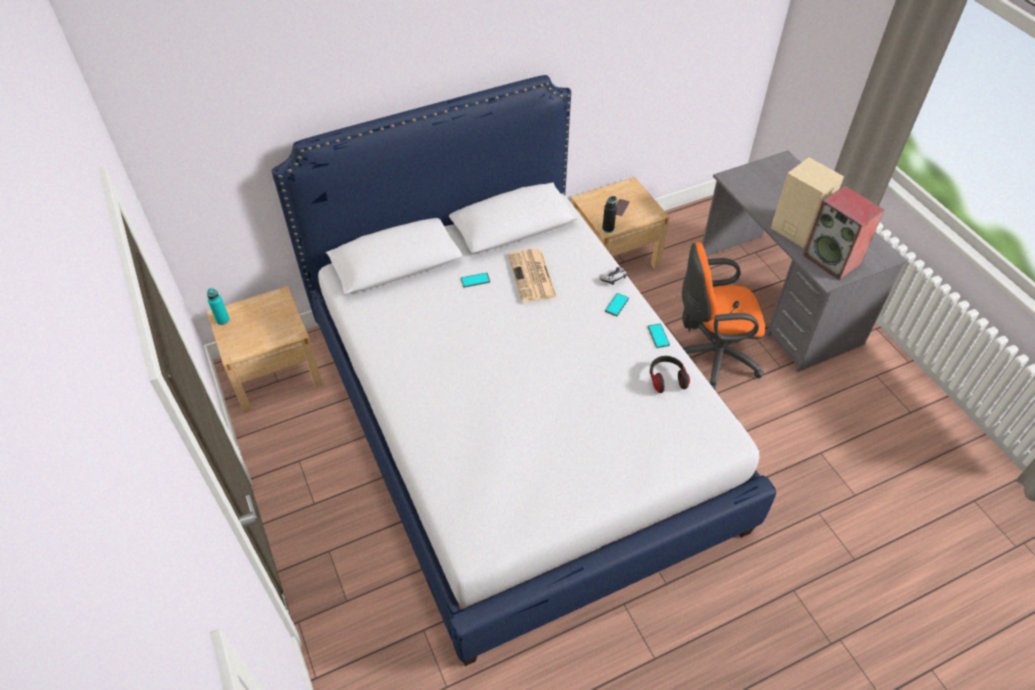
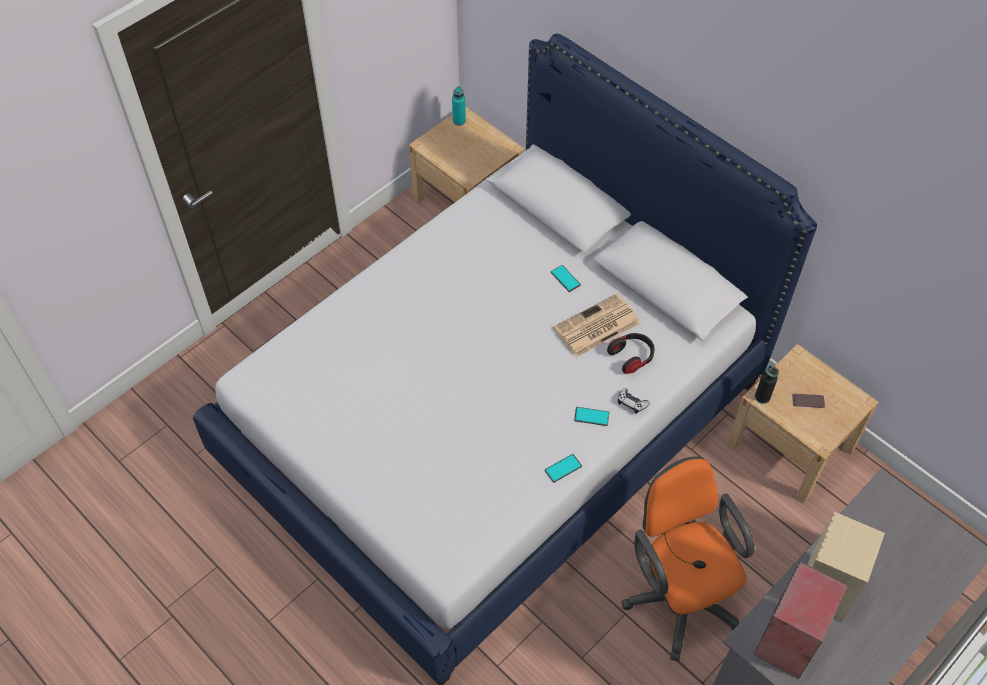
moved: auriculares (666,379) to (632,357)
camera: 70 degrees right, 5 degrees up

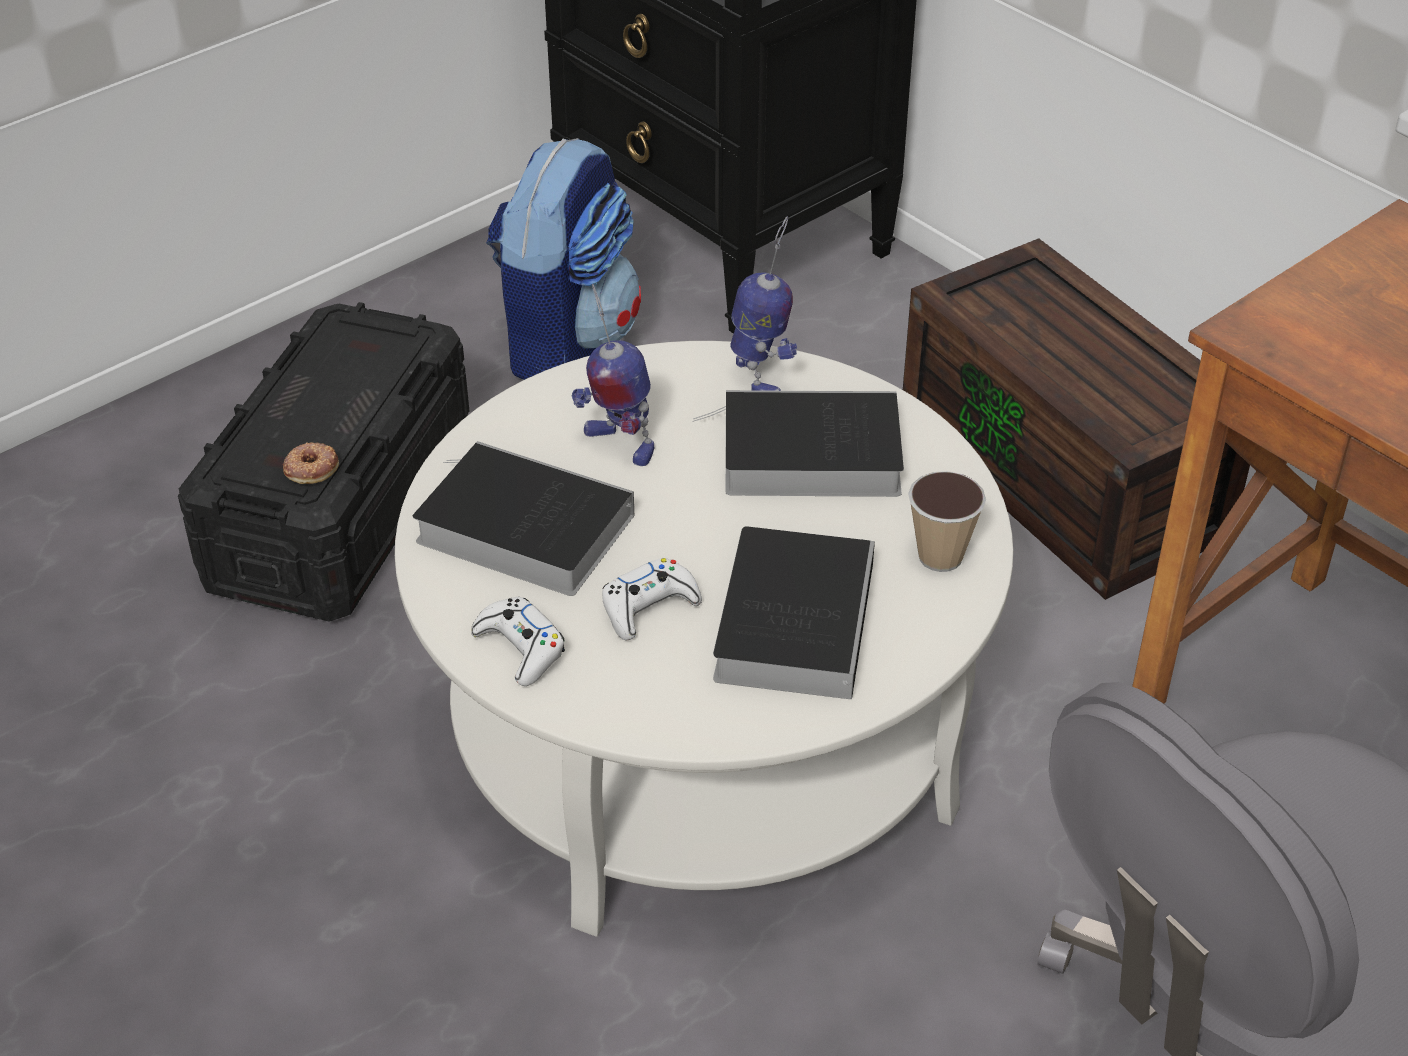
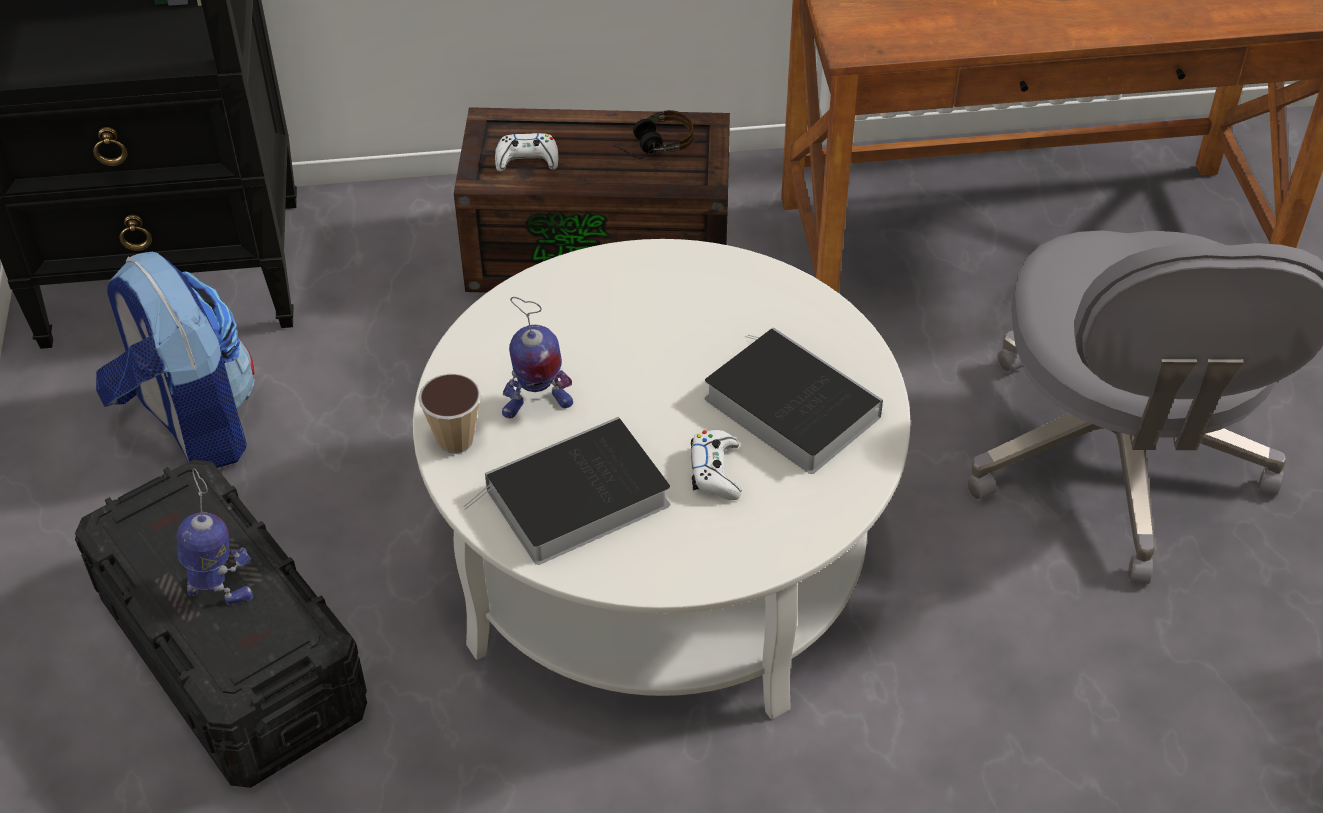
removed: rosquilla (311,467); libro (805,455)
added: auriculares (650,146)
moved: mando de consola (blanco) (520,648) to (527,159); robot de juguete (760,378) to (219,590); taza (940,556) to (455,440)
camera: 55 degrees left, 5 degrees up

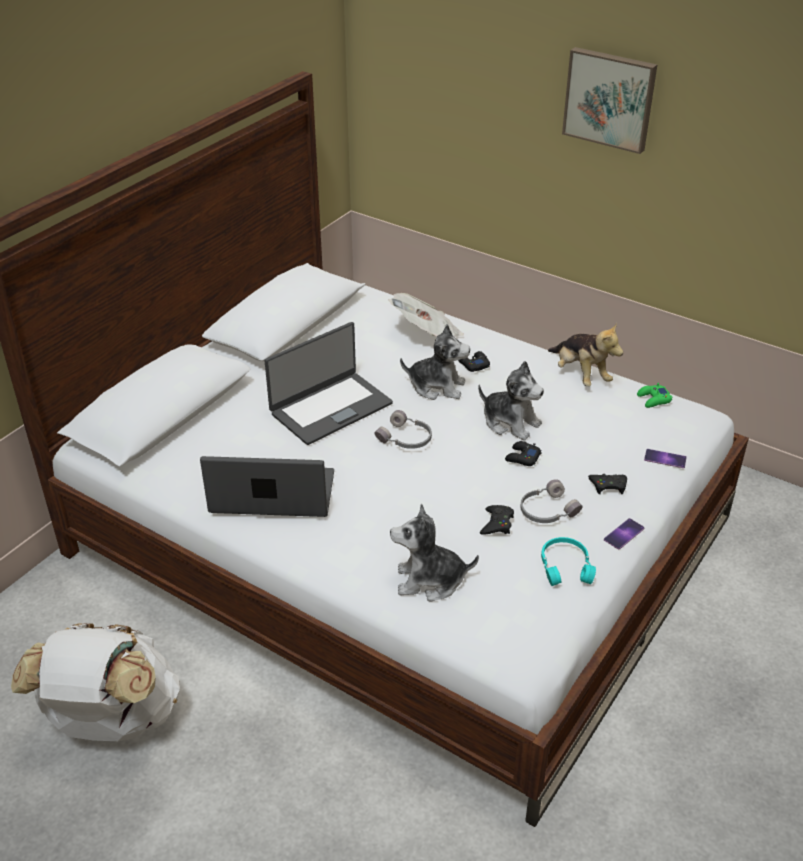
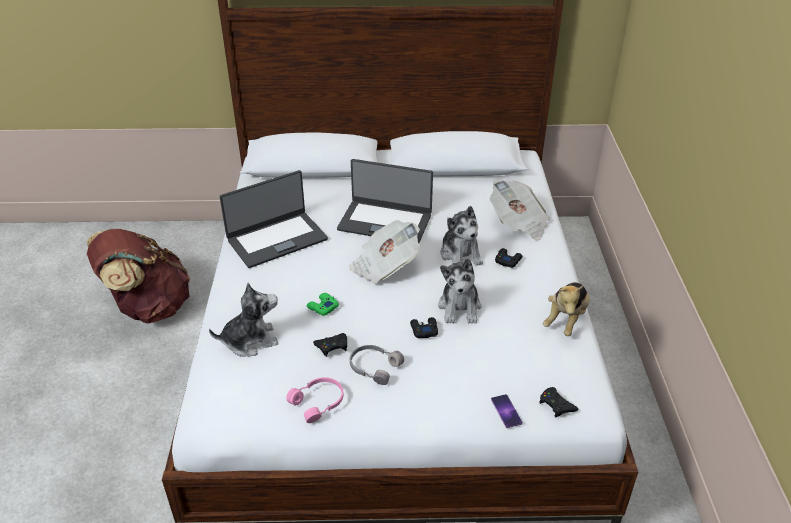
removed: cuadro (610,99); móvil (624,534)
moved: mando de consola (negro) (608,486) to (556,405); mando de consola (verde) (653,399) to (322,307)
replaced: auriculares (gris) (405,439) to periódico (384,266)
recoloured: mochila (blanco) (112,720) to mochila (marrón) (148,307); auriculares (turquesa) (566,567) to auriculares (rosa) (319,403)
turned: portátil (272,494) = (276,239) 90 degrees clockwise; peluche (430,581) = (250,341) 105 degrees clockwise
camera: 55 degrees right, 0 degrees up

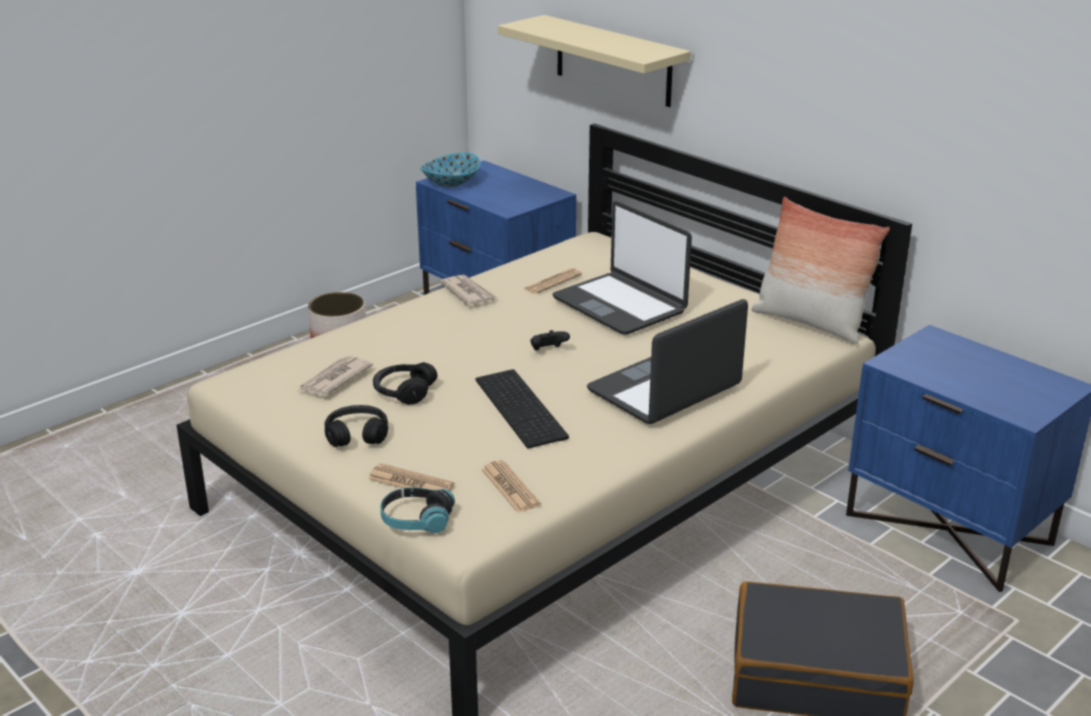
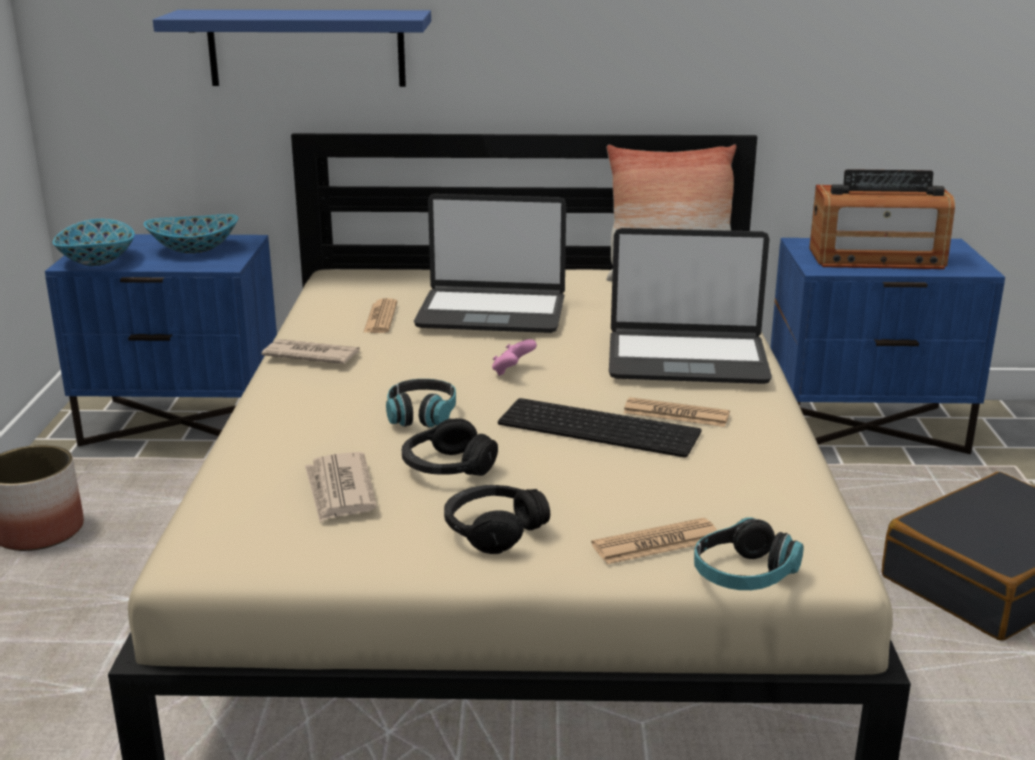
added: cuenco (194,249); auriculares (421,415); radio (876,259)
moved: periódico (510,487) to (676,414)
recoloured: estante (beis) (613,61) to estante (azul) (306,48); mando de consola (negro) (548,351) to mando de consola (rosa) (512,372)
turned: portátil (665,390) = (686,359) 90 degrees counterclockwise
camera: 45 degrees left, 5 degrees down

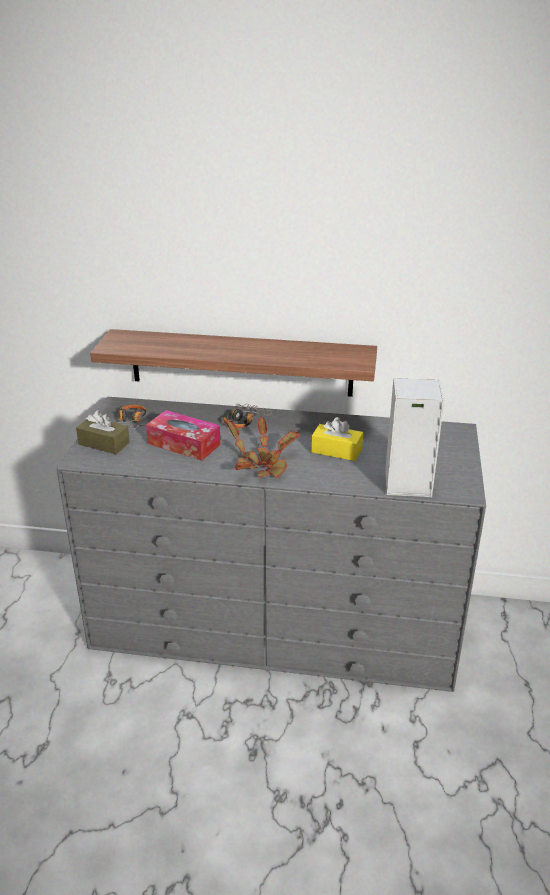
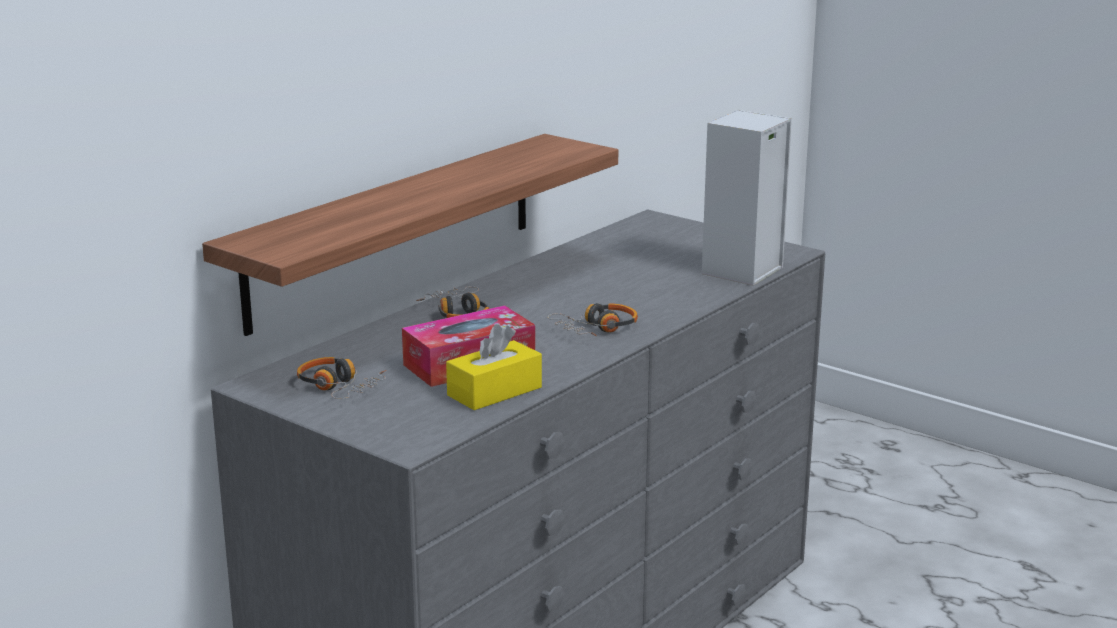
removed: caja de pañuelos (marrón) (104,443)
moved: caja de pañuelos (amarillo) (336,450) to (494,391)
replaced: planta en maceta (262,464) to auriculares (596,329)
camera: 60 degrees left, 10 degrees down

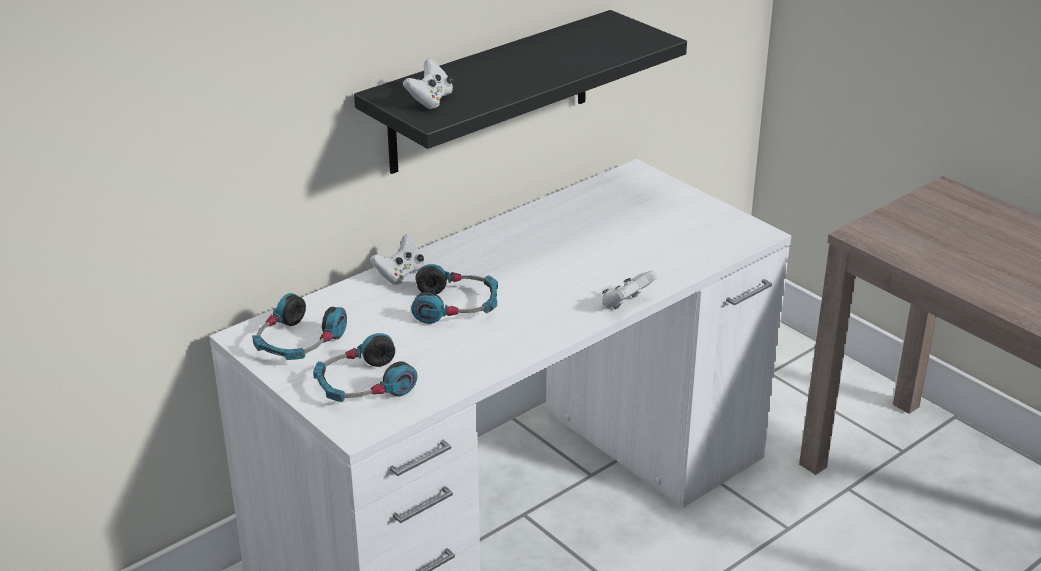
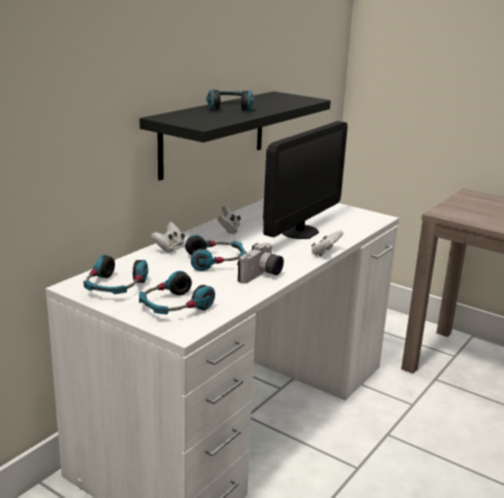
added: auriculares (229,107); cámara (262,276); monitor (299,232)
moved: mando de consola (blanco) (430,100) to (229,230)
camera: 15 degrees left, 10 degrees down

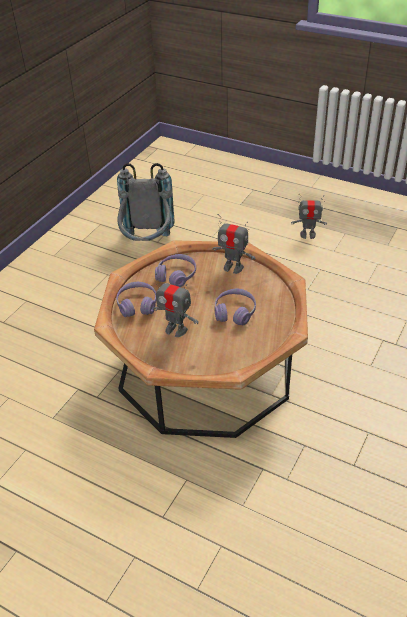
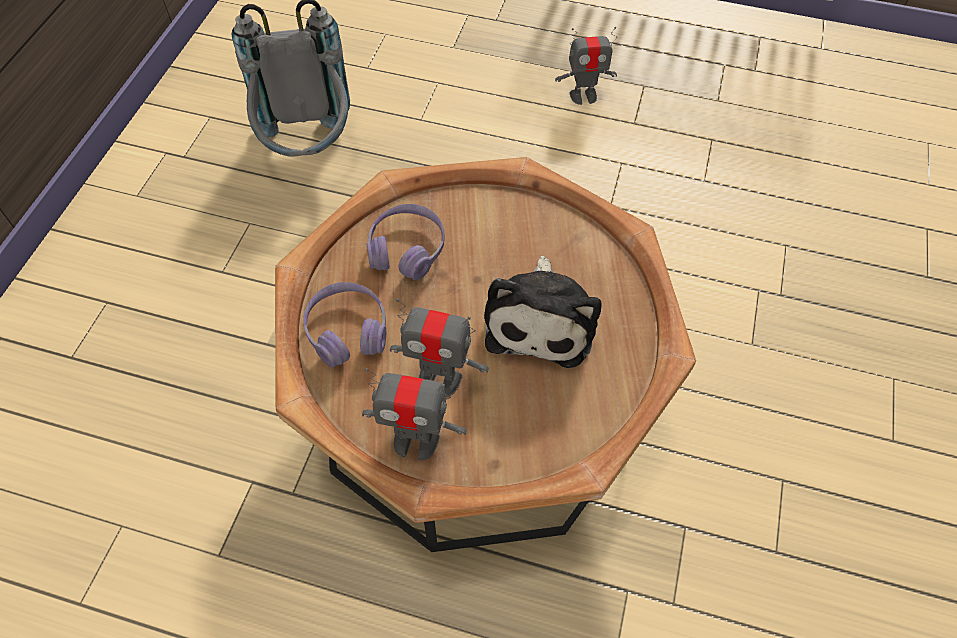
moved: robot de juguete (233,267) to (415,441)
replaced: auriculares (morado) (235,312) to peluche (541,319)
camera: 15 degrees left, 15 degrees up

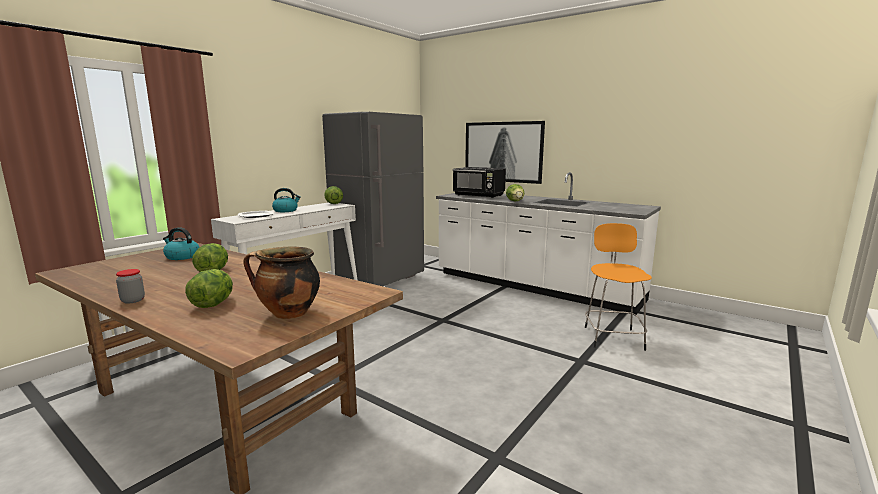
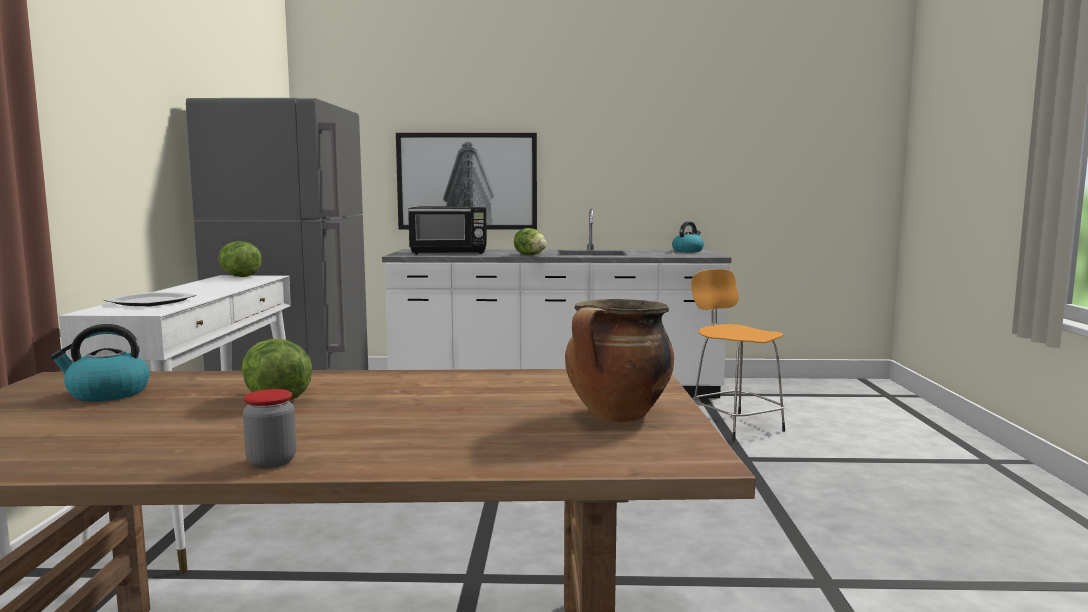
removed: lechuga (213,304)
moved: hervidor (286,210) to (687,251)
camera: 35 degrees left, 5 degrees down

